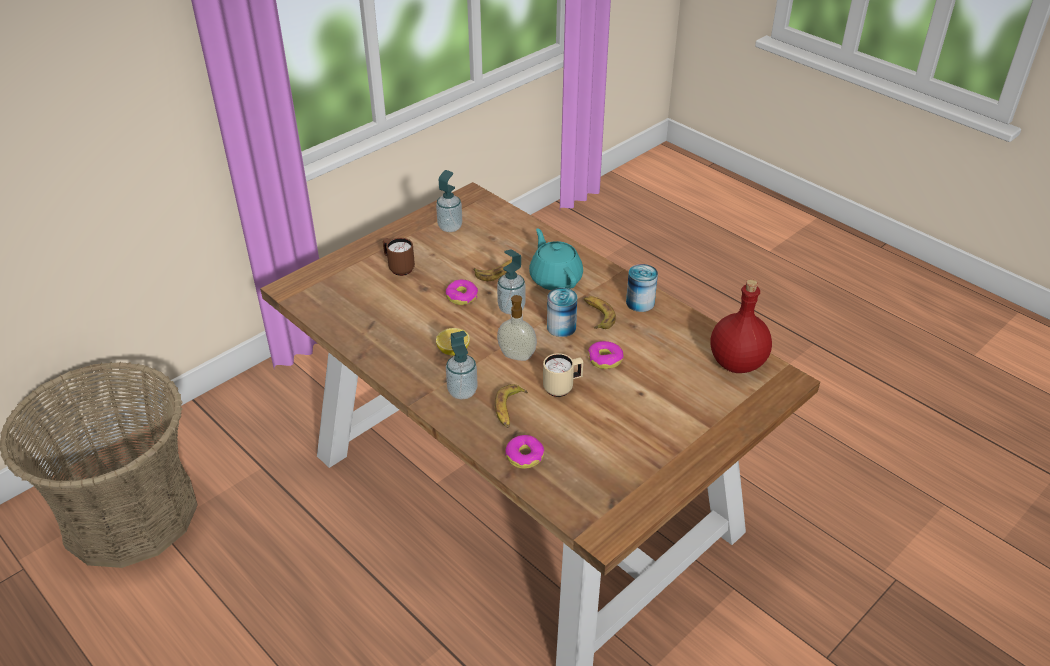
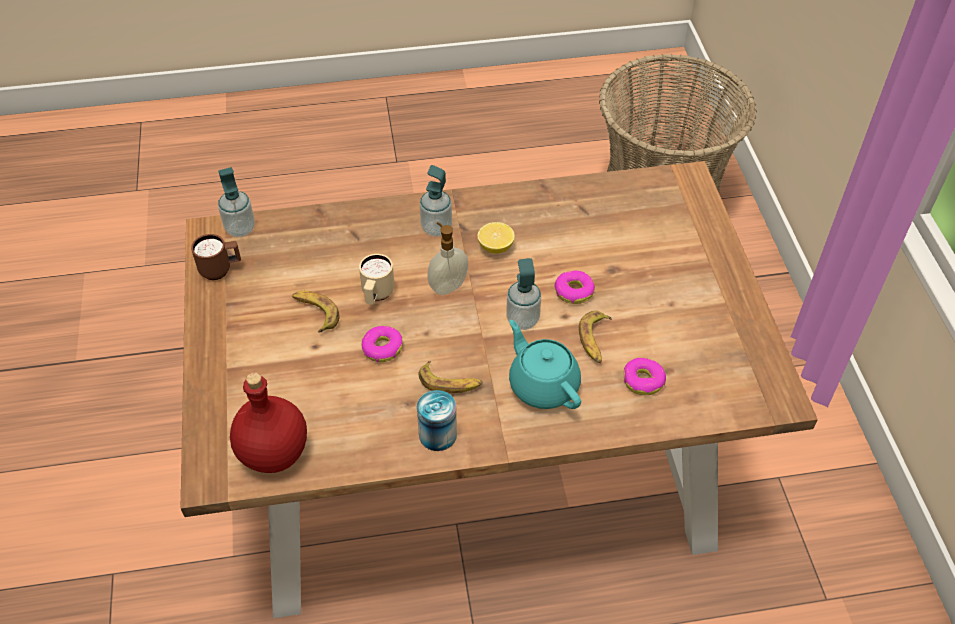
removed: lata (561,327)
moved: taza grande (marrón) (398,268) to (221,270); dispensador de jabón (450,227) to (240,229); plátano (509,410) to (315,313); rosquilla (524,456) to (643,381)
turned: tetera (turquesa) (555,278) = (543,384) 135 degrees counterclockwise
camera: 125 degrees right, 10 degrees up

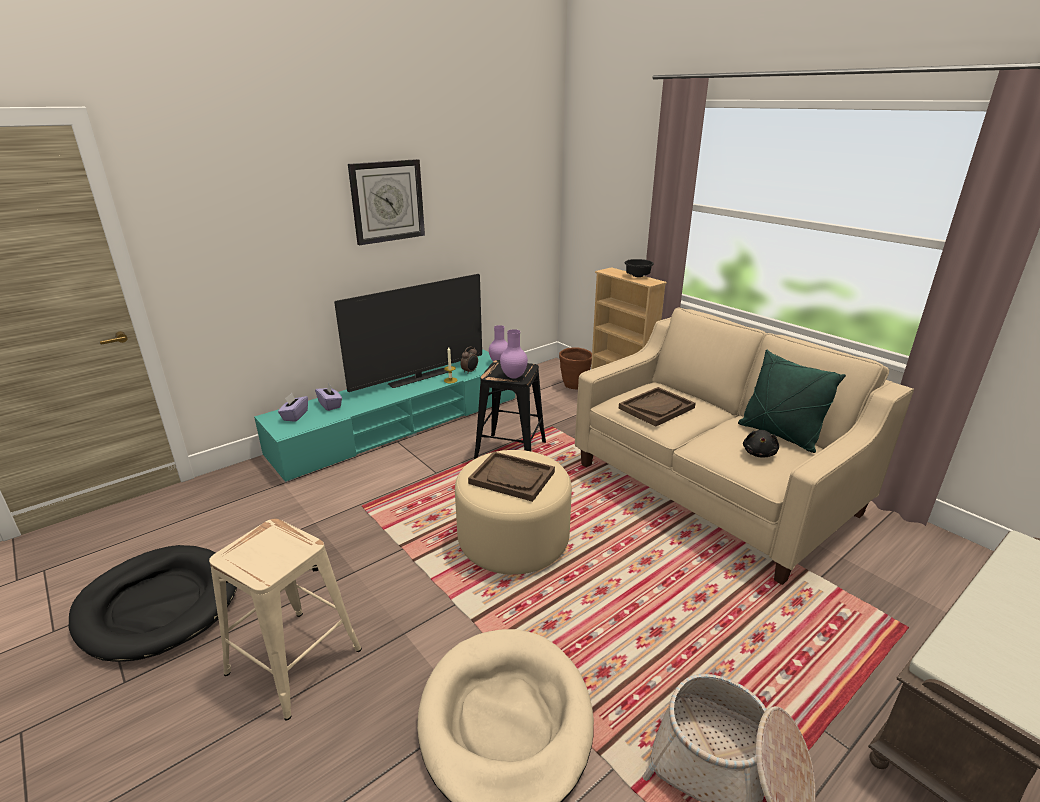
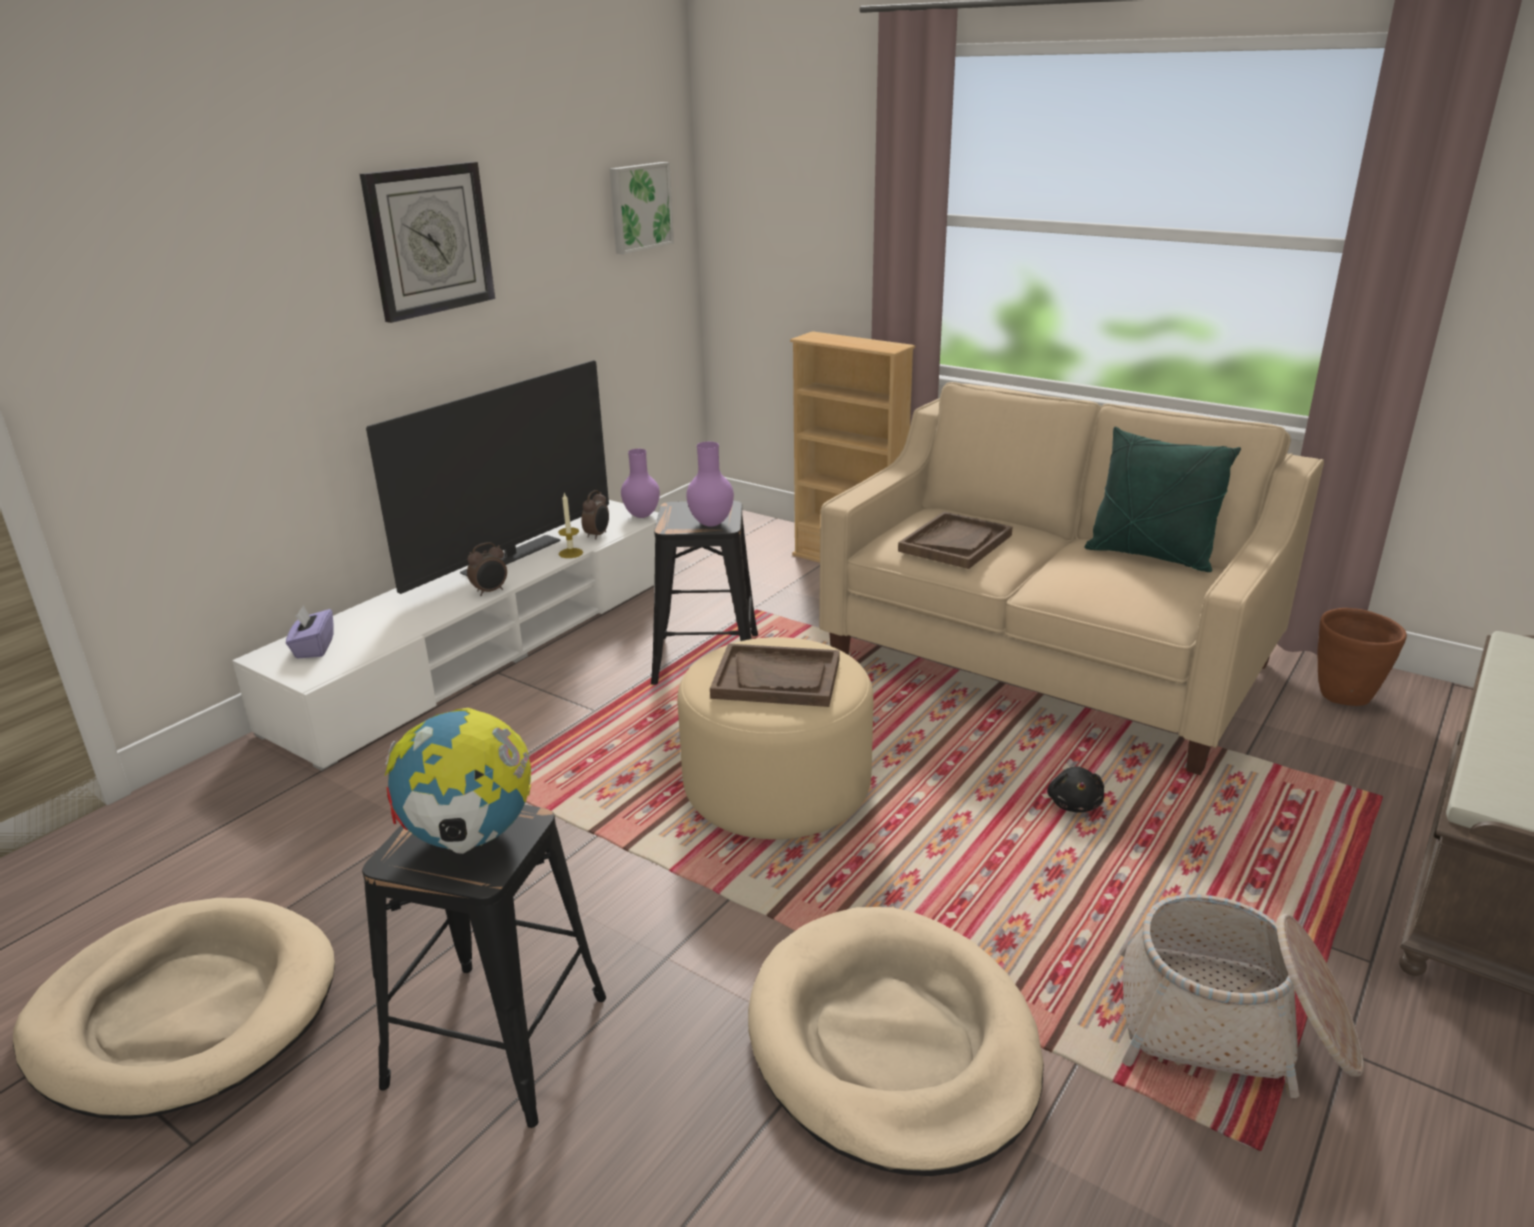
removed: caja de pañuelos (morado) (330,405); cuenco (negro) (637,276)
added: globo terráqueo (469,838); despertador (490,591); cuadro (639,207)
moved: maceta (marrón) (574,386) to (1345,696); peluche (negro) (759,453) to (1074,803)
recoloured: cama para perro (negro) (158,605) to cama para perro (beis) (185,1012); taburete (beis) (293,662) to taburete (negro) (496,1041); mueble de televisión (turquesa) (400,426) to mueble de televisión (blanco) (490,646)
camera: 15 degrees left, 0 degrees up

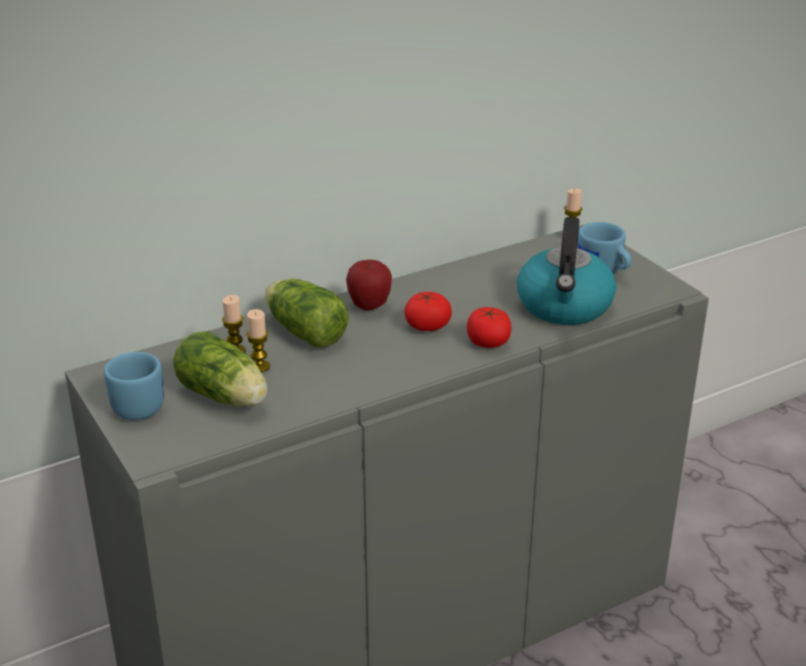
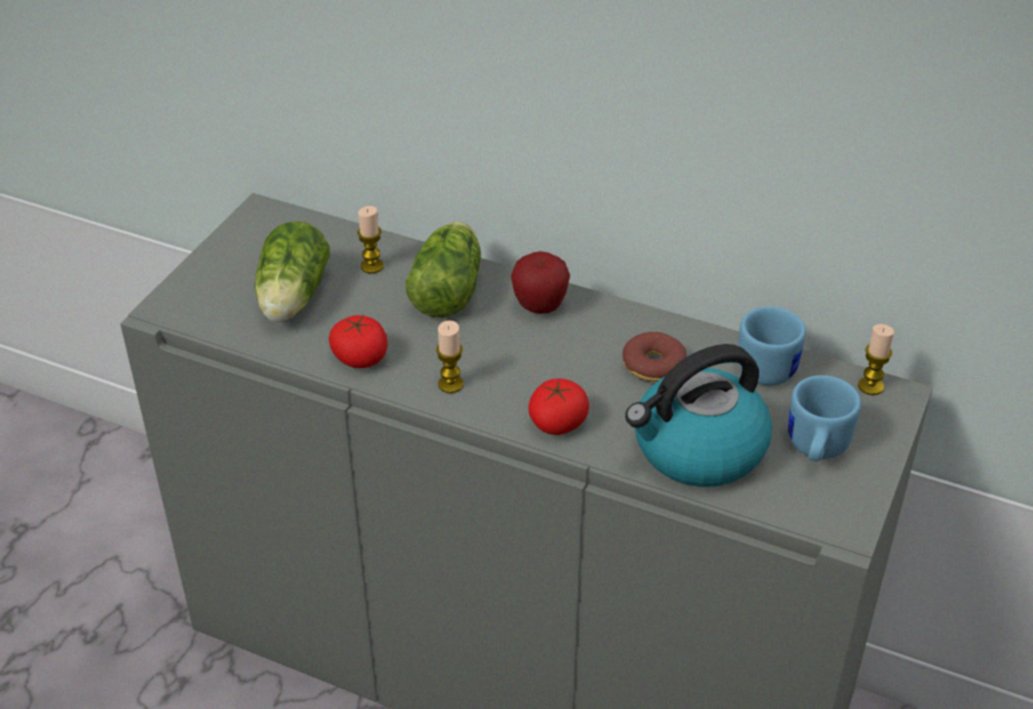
added: rosquilla (653,365)
moved: taza grande (azul) (134,404) to (769,364); vela (259,367) to (450,384); tomate (427,326) to (360,357)
camera: 55 degrees right, 10 degrees up

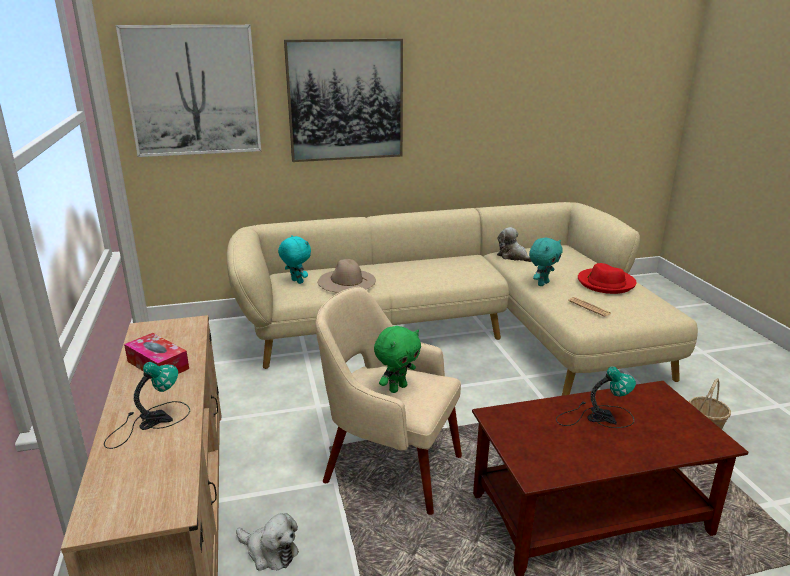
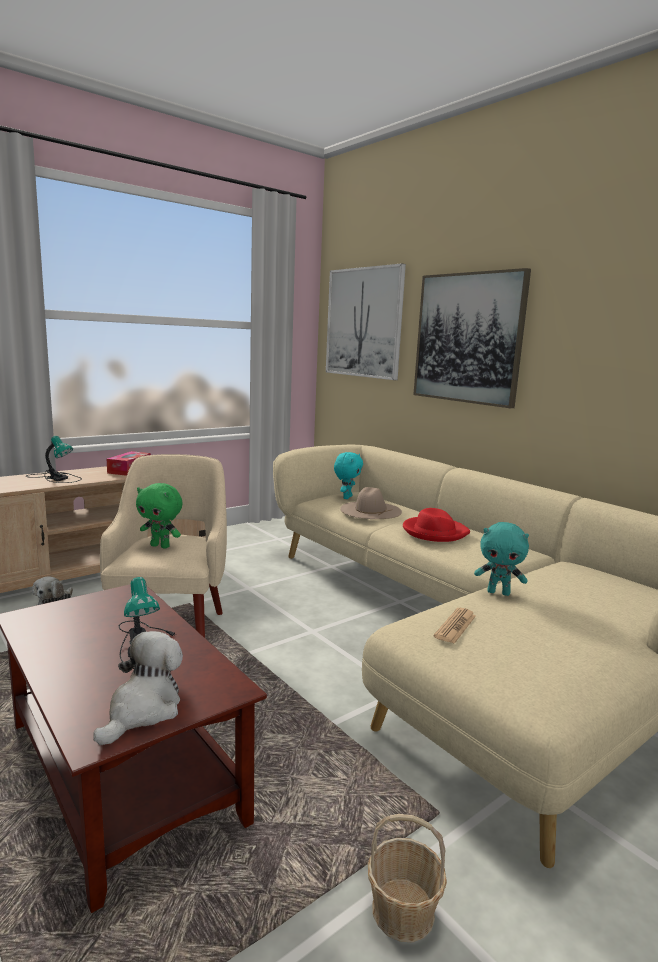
moved: peluche (513,256) to (143,710); sombrero (rojo) (605,283) to (434,532)
camera: 65 degrees right, 10 degrees down

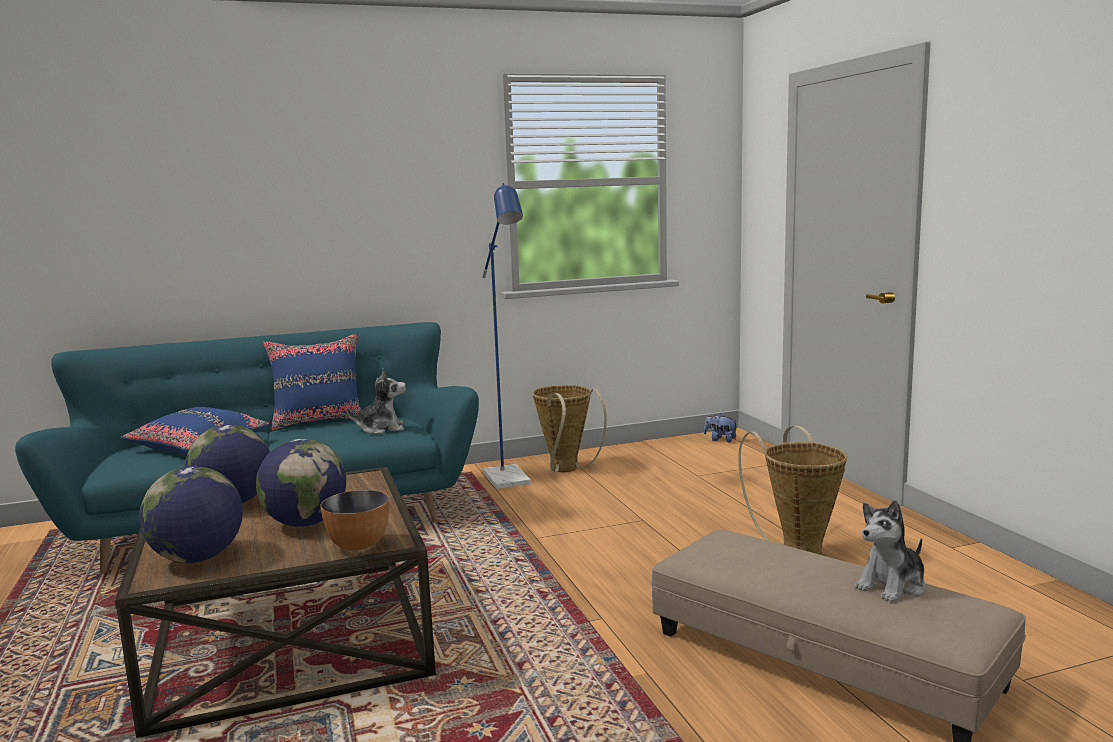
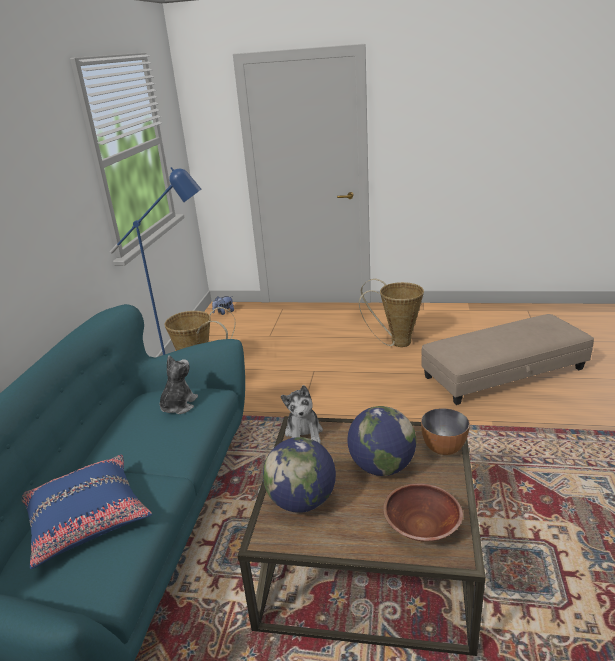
removed: cojín (azul) (319,421)
moved: peluche (892,586) to (304,433)
replaced: globo terráqueo (198,558) to cuenco (marrón) (421,527)
camera: 60 degrees left, 15 degrees up

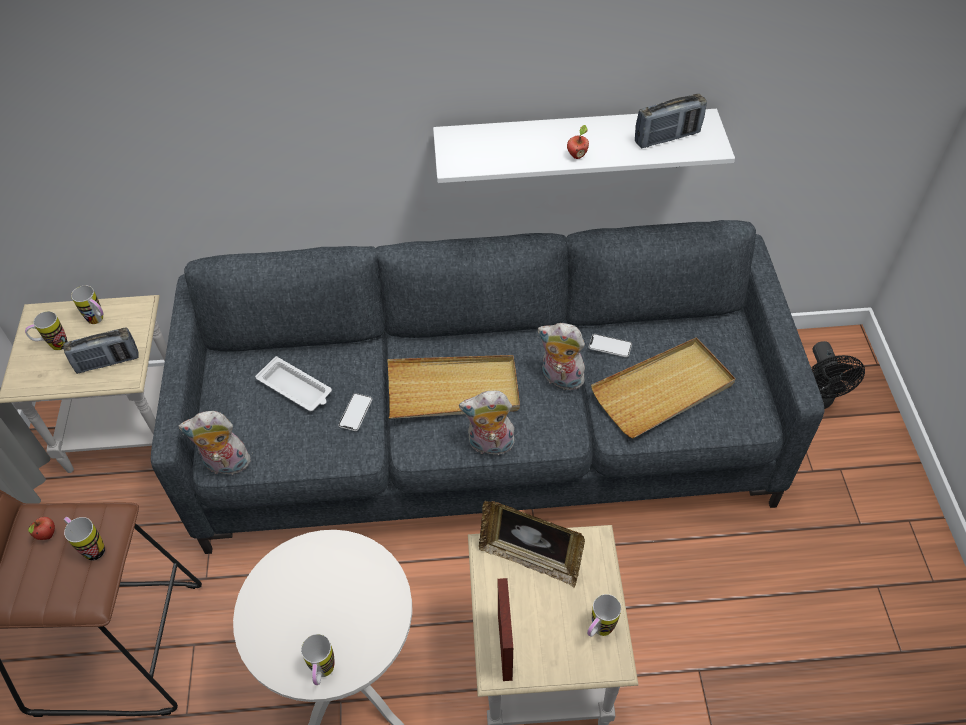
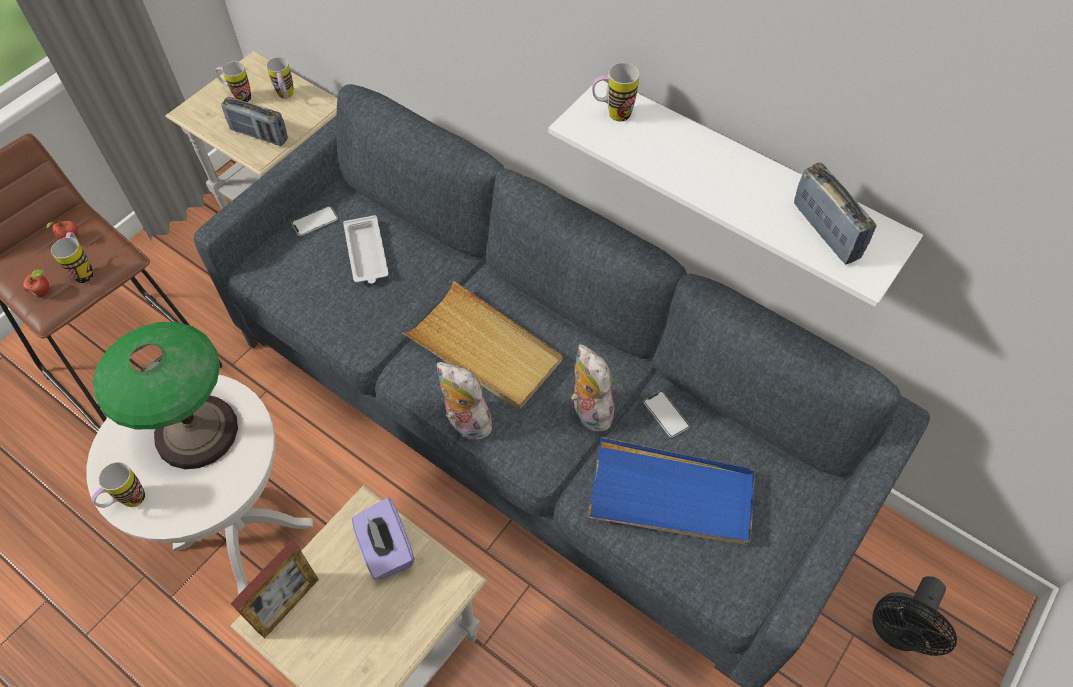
removed: peluche (225,465)
added: lámpara de mesa (195,432)
moved: móvil (355,412) to (315,221); manzana (577,155) to (43,291); taza grande (598,631) to (612,114)
replaced: portarretratos (530,559) to caja de pañuelos (morado) (386,549)
recoloured: bandeja (beis) (663,390) to bandeja (azul) (671,496)
turned: radio (667,137) = (825,231) 135 degrees counterclockwise
camera: 40 degrees right, 5 degrees up

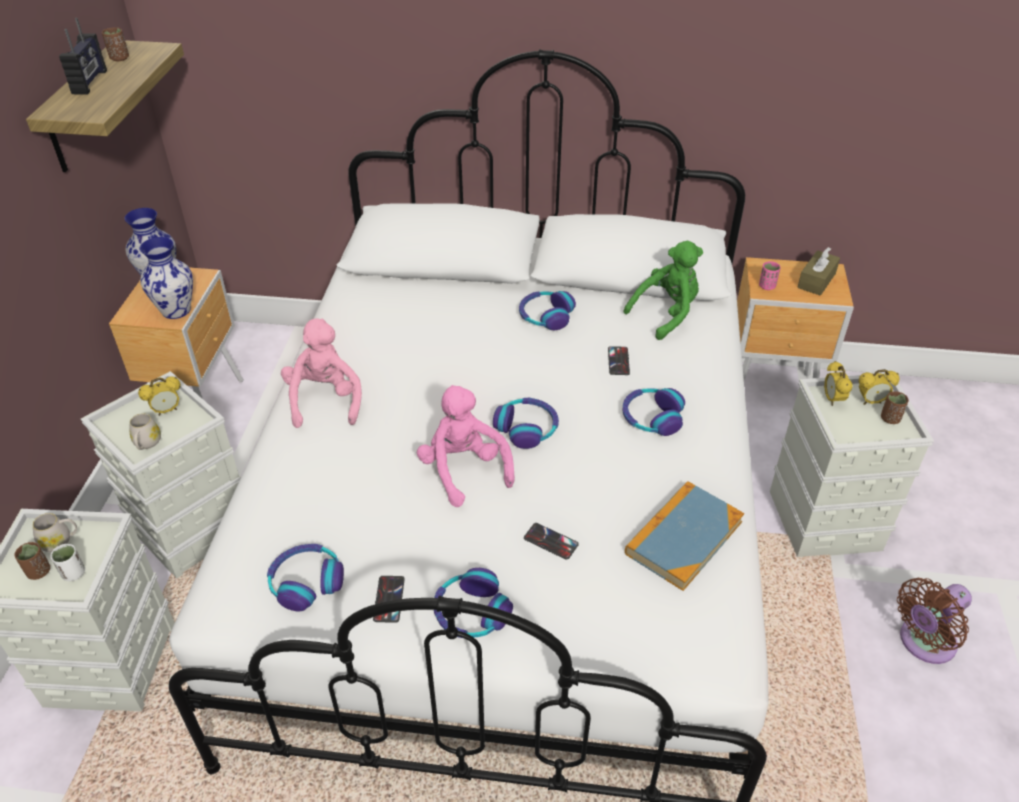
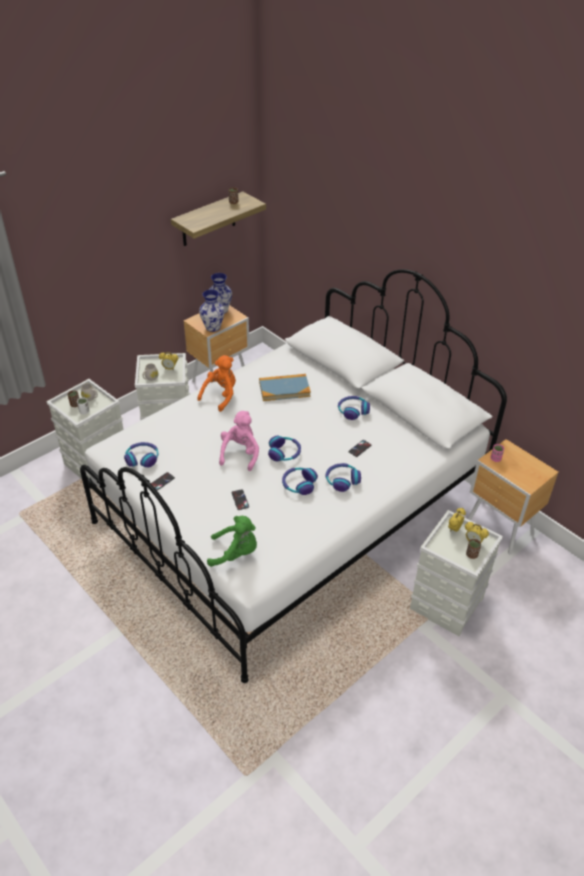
removed: radio (90,82); caja de pañuelos (marrón) (816,280); ventilador (marrón) (923,643)
moved: auriculares (471,612) to (299,484); peluche (verde) (666,314) to (236,553); libro (683,537) to (284,389)
recoloured: peluche (rosa) (325,400) to peluche (naranja) (221,395)
camera: 40 degrees right, 0 degrees up

